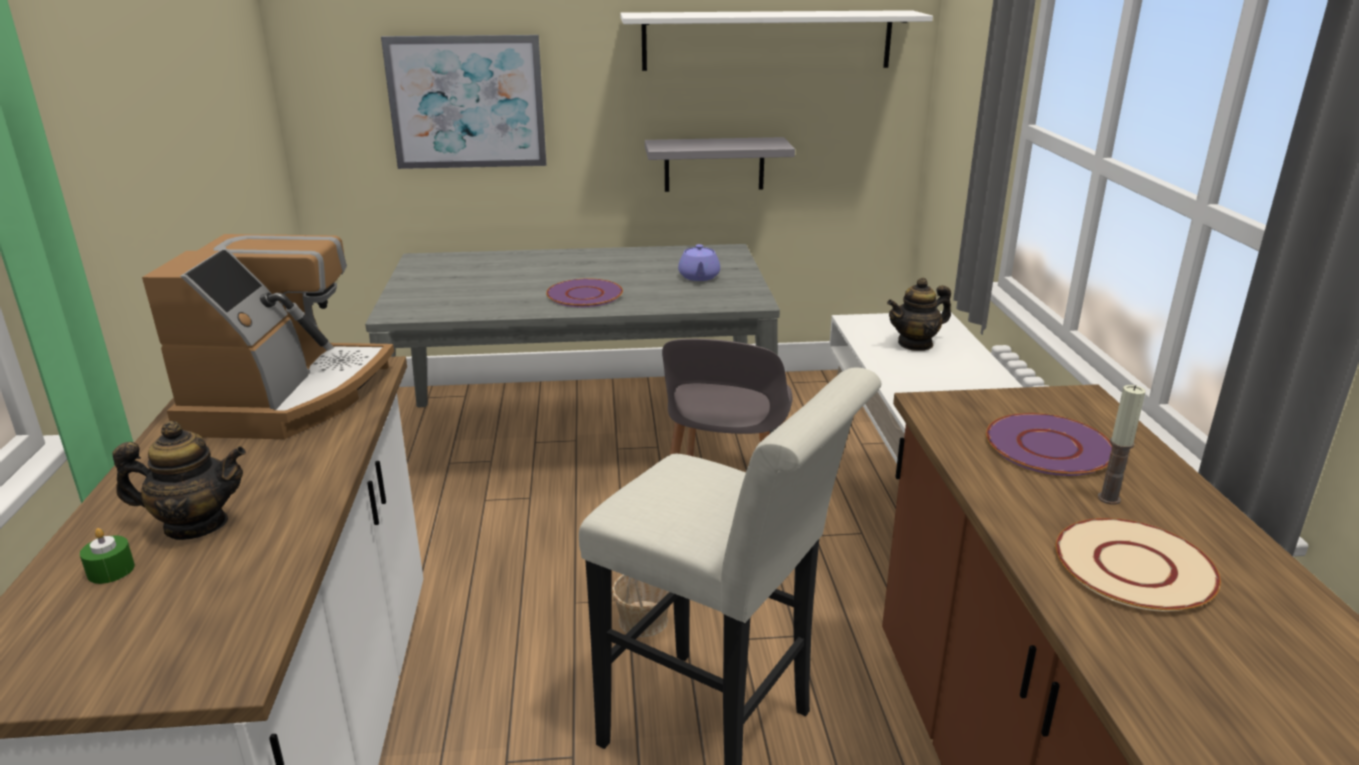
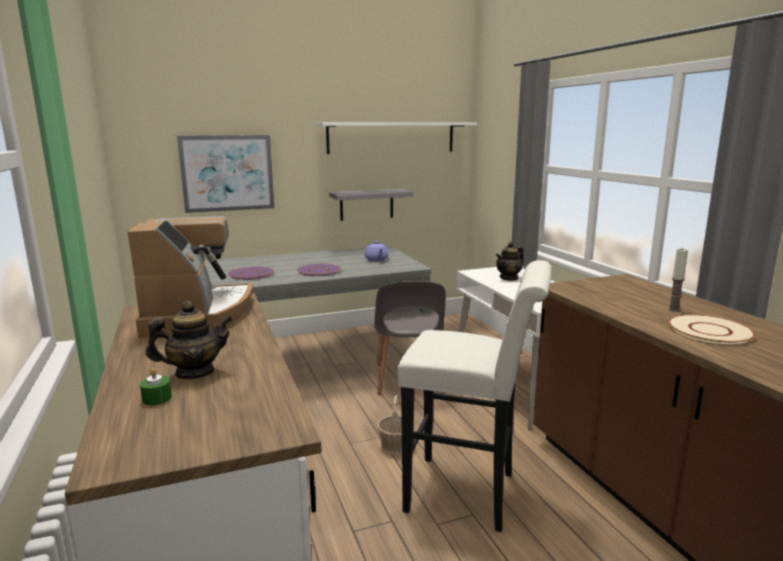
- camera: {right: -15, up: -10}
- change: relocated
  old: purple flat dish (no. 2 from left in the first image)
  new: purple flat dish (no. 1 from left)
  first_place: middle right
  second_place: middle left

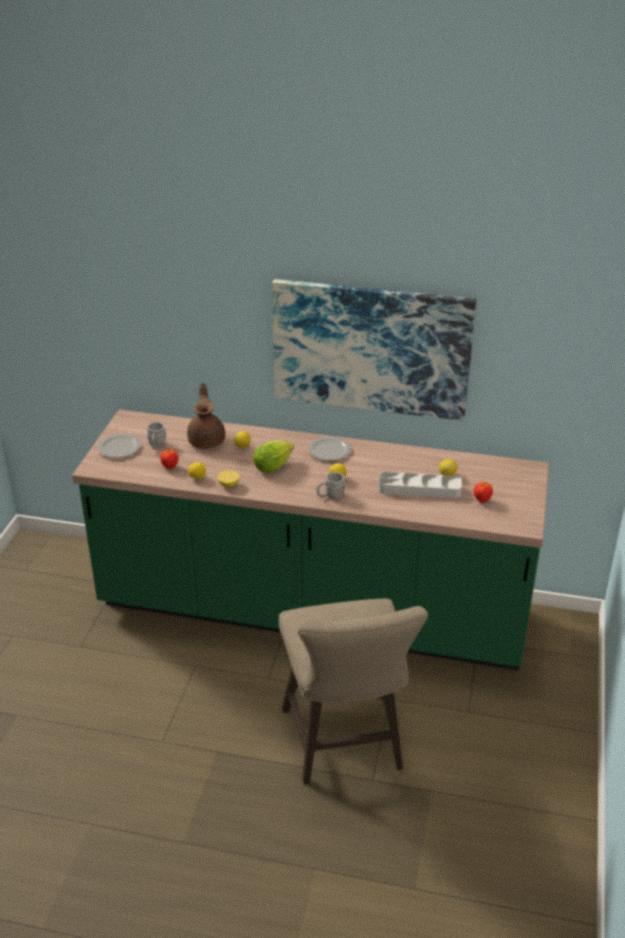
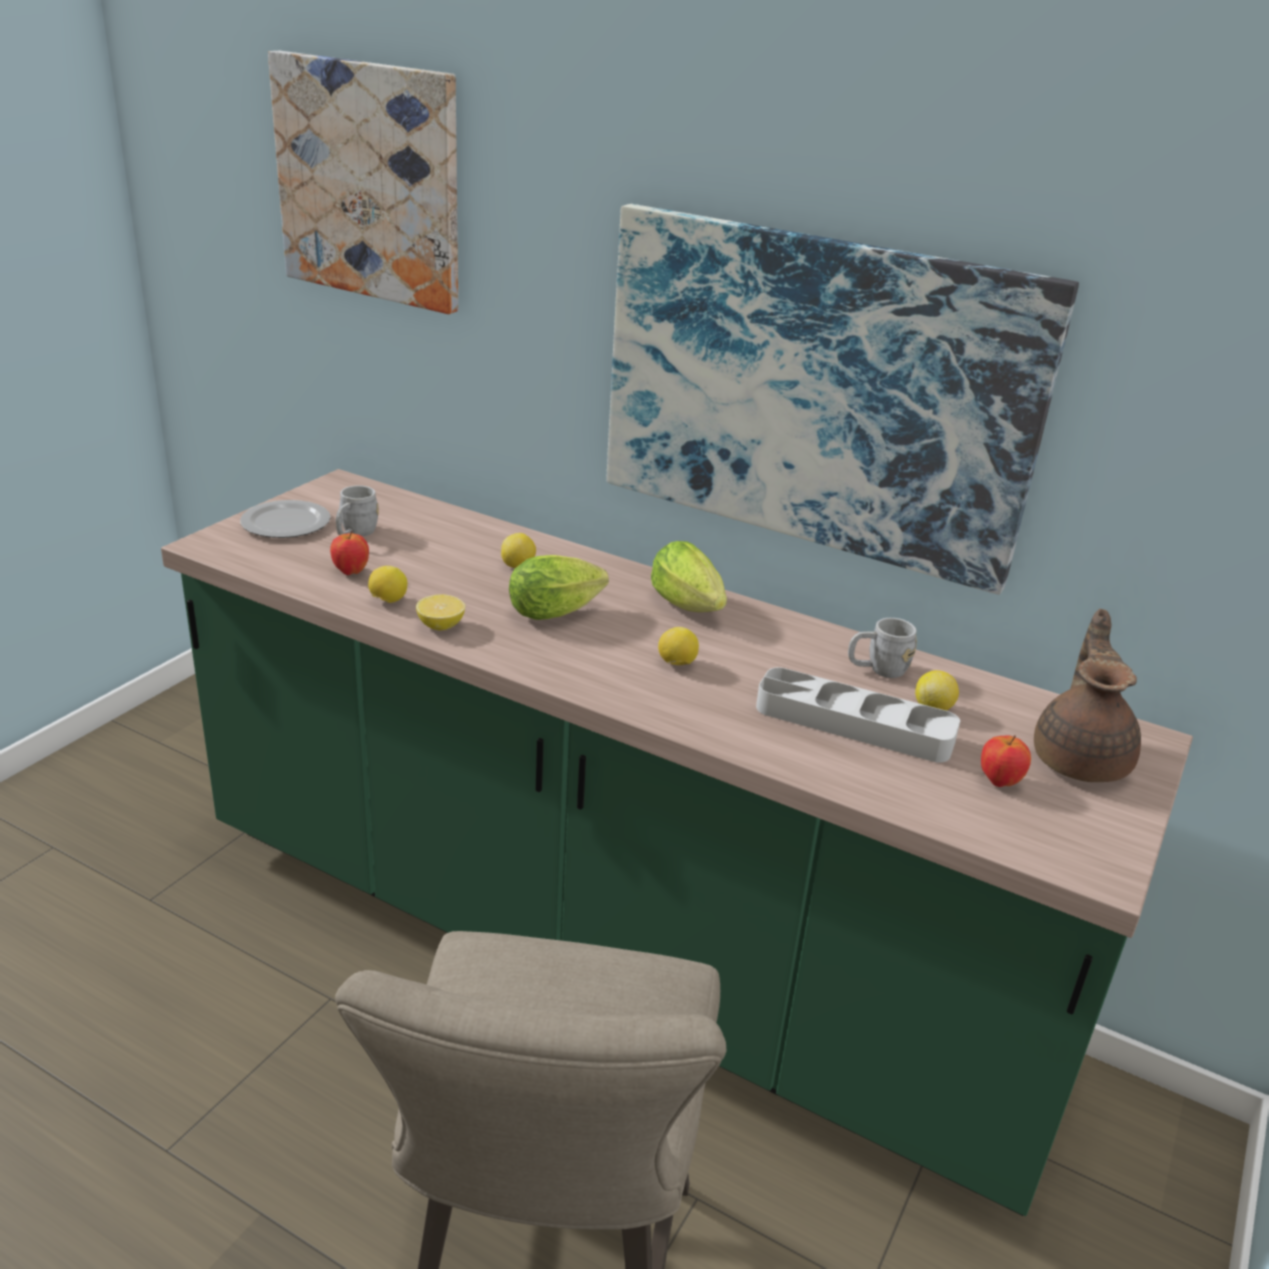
- camera: {right: 15, up: -5}
- change: relocated
  old: brown-coloured tea pot
  first_place: middle left
  second_place: middle right
- change: exchanged
  old: flat dish (no. 2 from left)
  new: lettuce (no. 2 from left)
  first_place: centre
  second_place: centre
- change: relocated
  old: greyish tea mug (no. 2 from left)
  first_place: centre
  second_place: middle right
- change: appeared
  new: wall art (no. 1 from left)
  second_place: top left

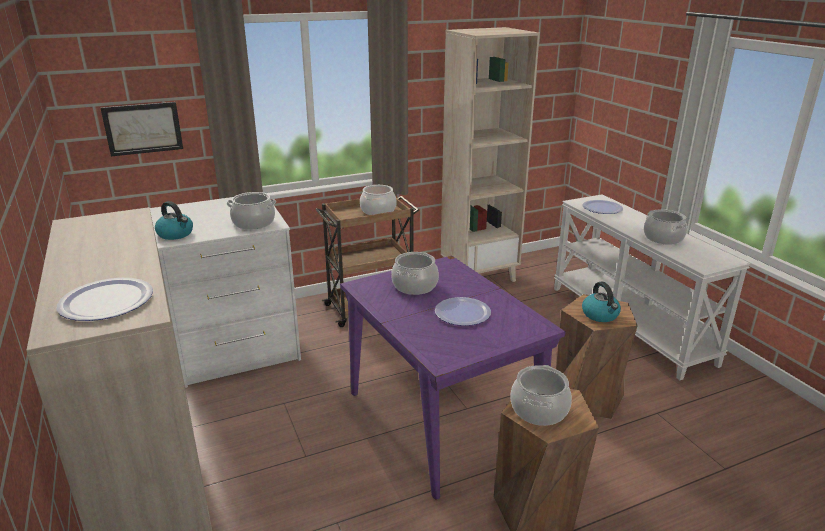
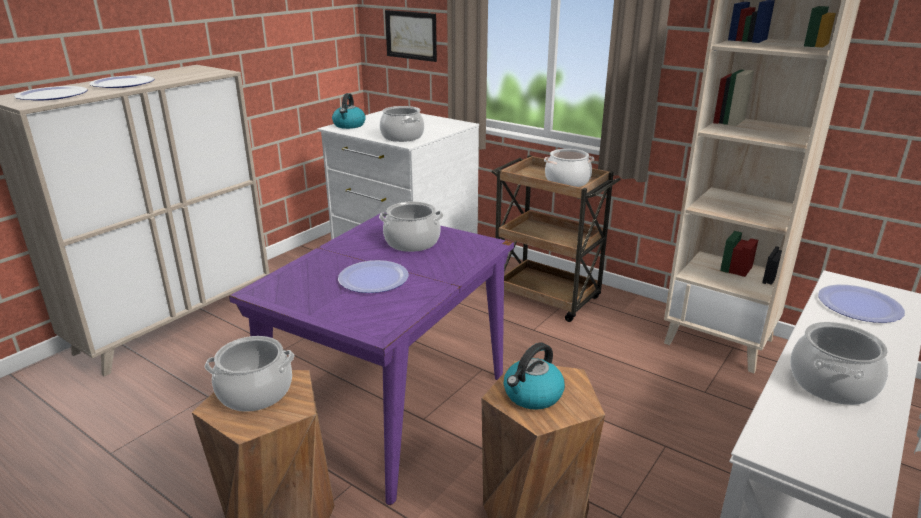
- camera: {right: 60, up: 0}
- change: appeared
  new: flat dish (no. 2 from left)
  second_place: top left

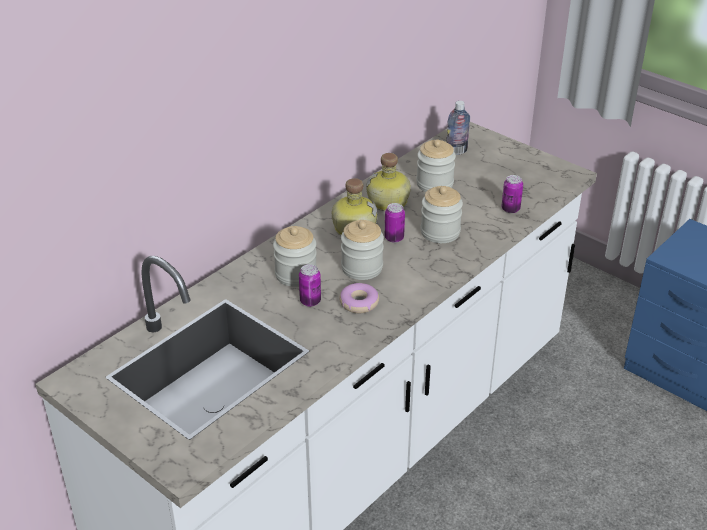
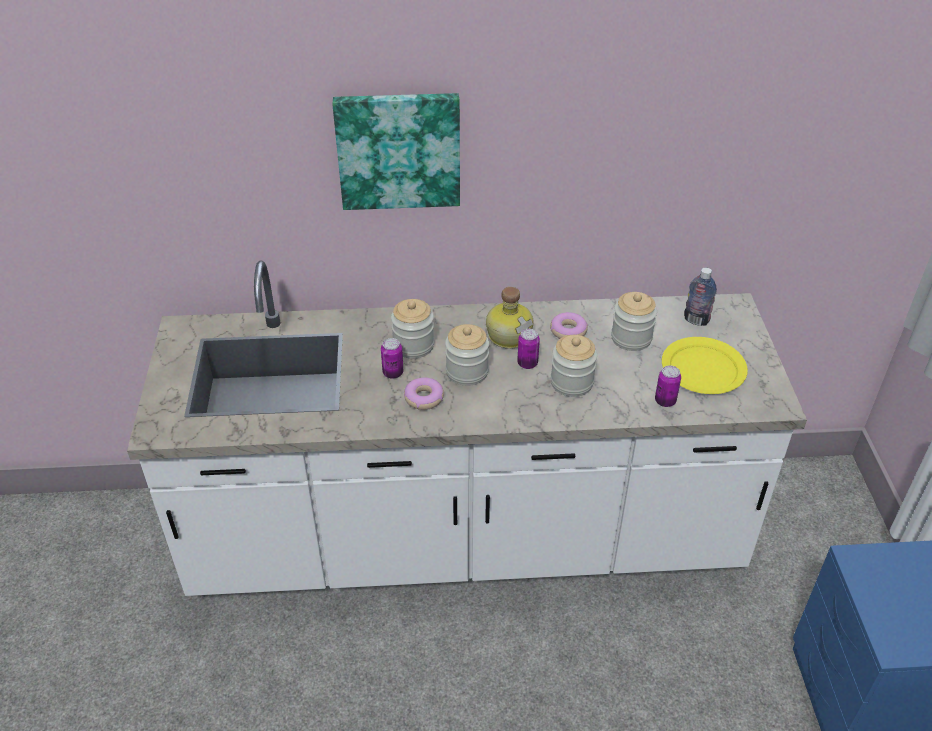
- camera: {right: 45, up: 5}
- change: exchanged
  old: drink bottle (no. 2 from left)
  new: donut (no. 2 from left)
  first_place: centre
  second_place: centre
- change: appeared
  new: wall art
  second_place: top centre
- change: appeared
  new: yellow flat dish
  second_place: middle right

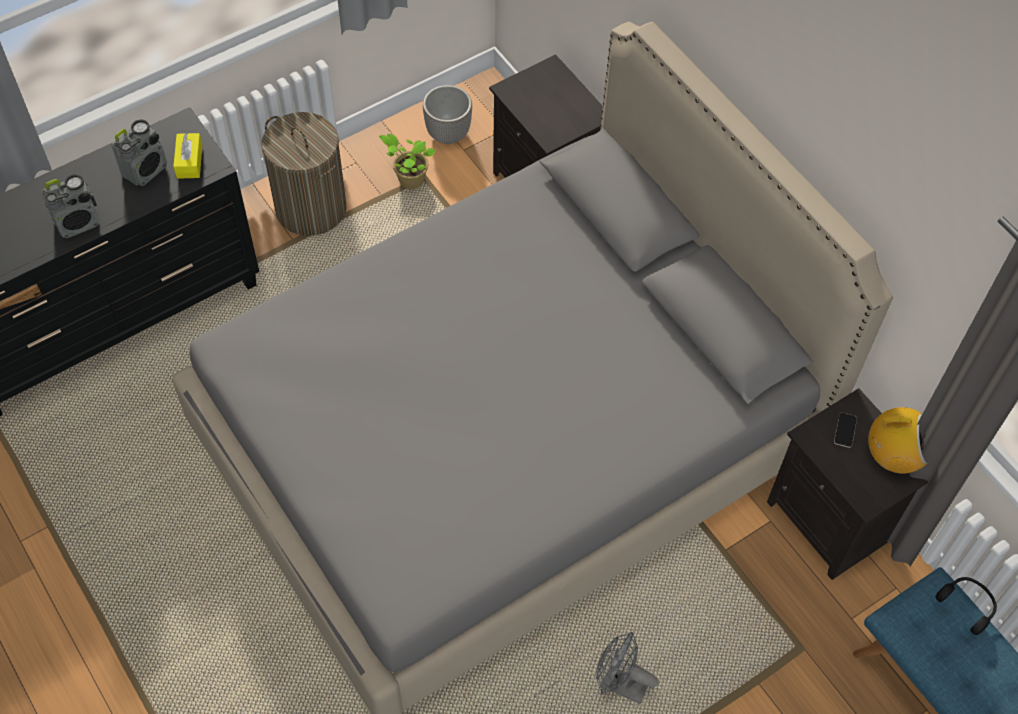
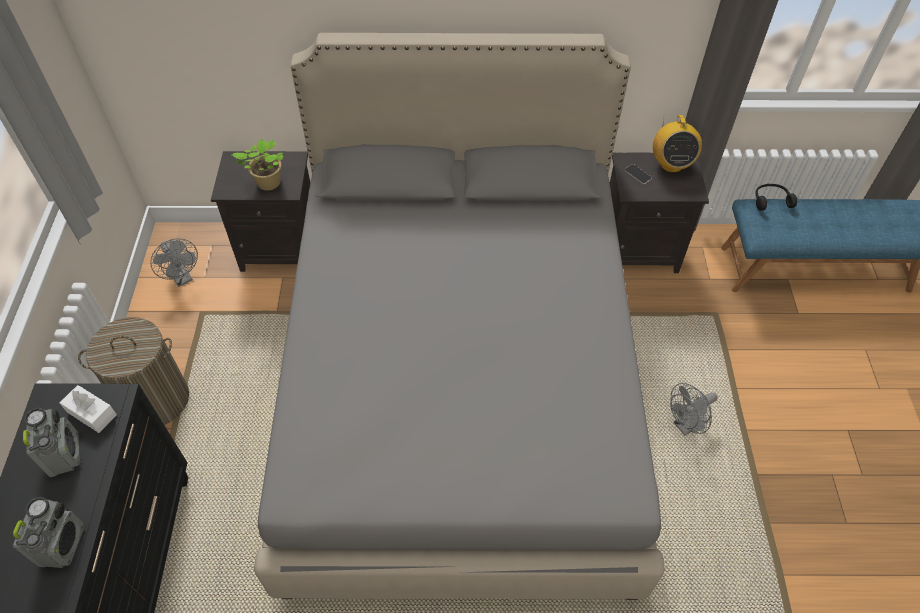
- camera: {right: -55, up: -5}
- change: colour
  old: yellow box of tissues
  new: white box of tissues
  first_place: top left
  second_place: bottom left
- change: relocated
  old: potted plant
  first_place: top centre
  second_place: top left
- change: exchanged
  old: plant pot
  new: greyish cooling fan (no. 1 from left)
  first_place: top centre
  second_place: middle left
- change: spun
  old: radio set (no. 3 from left)
  first_place: middle right
  second_place: top right
  degrees: 135

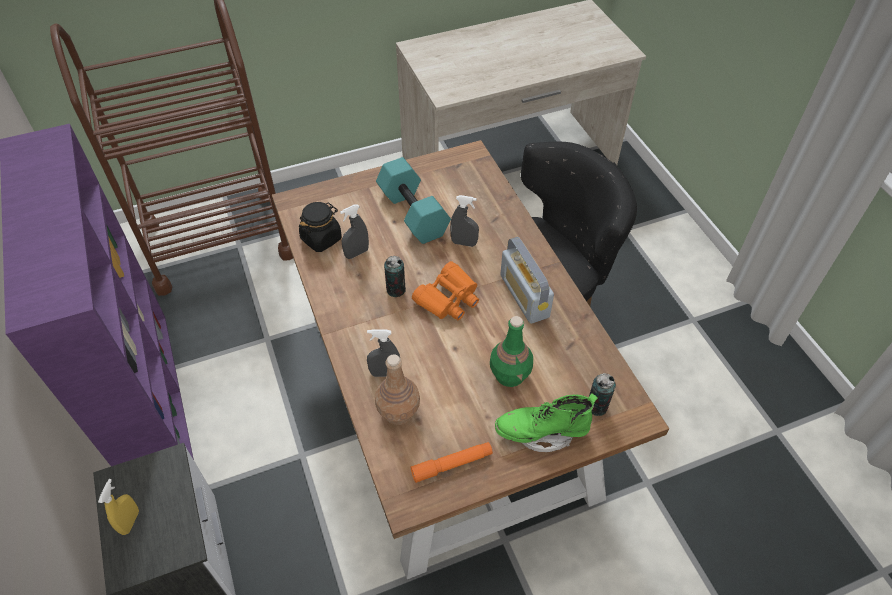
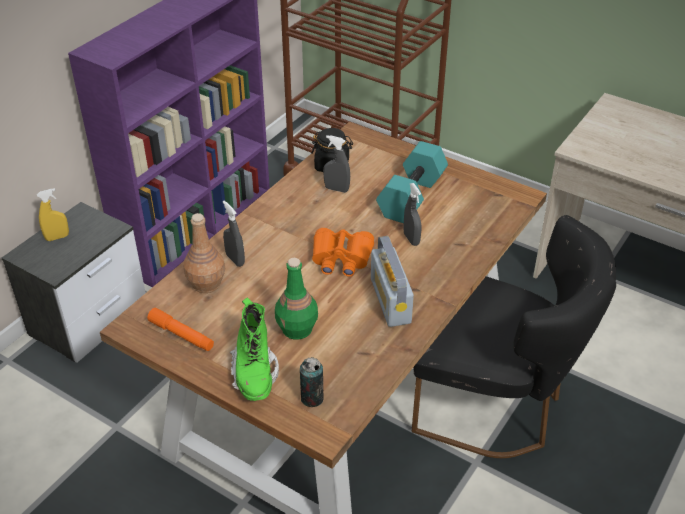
- camera: {right: 55, up: -10}
- change: missing
  old: metal can (no. 1 from left)
  first_place: centre
- change: spun
  old: green-coloured tall boot
  first_place: bottom centre
  second_place: bottom centre
  degrees: -150
- change: spun
  old: radio set
  first_place: centre
  second_place: centre
  degrees: -45

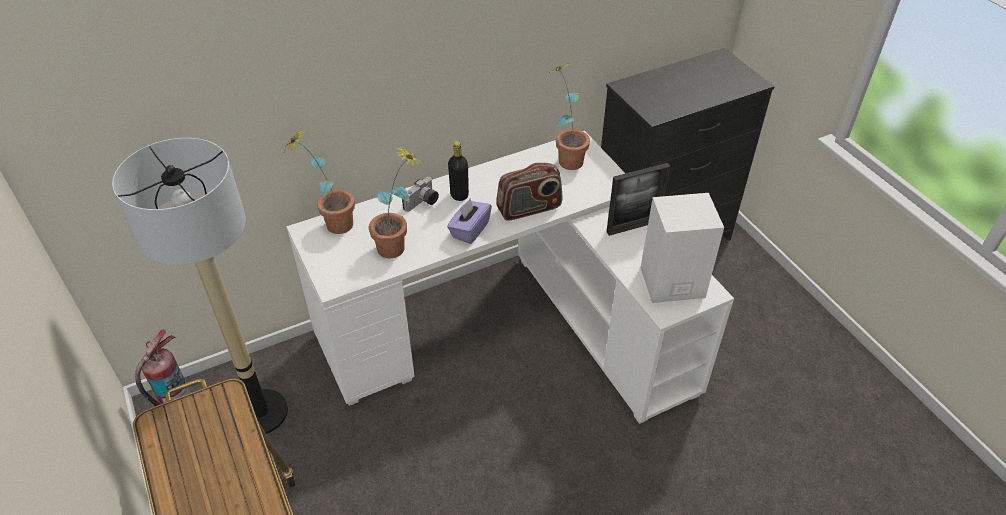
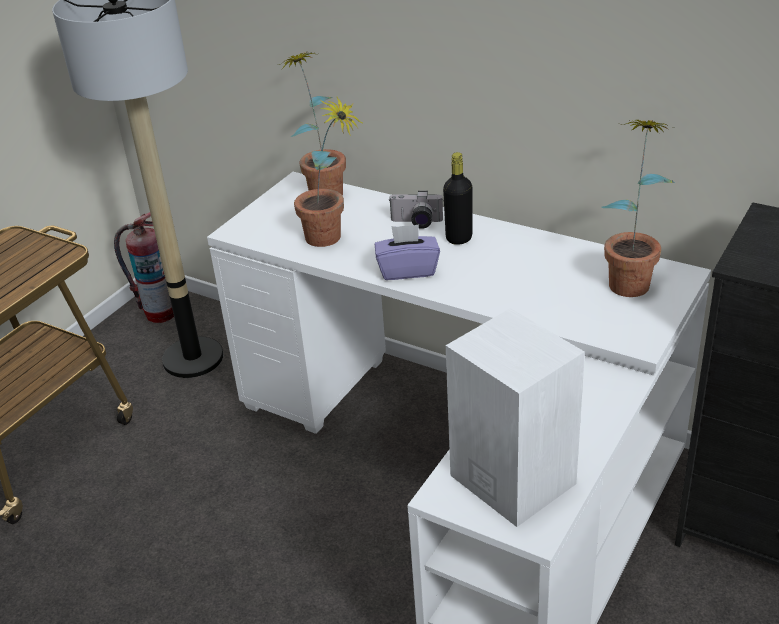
- camera: {right: 60, up: -10}
- change: missing
  old: radio set
  first_place: centre
- change: missing
  old: standing frame
  first_place: centre

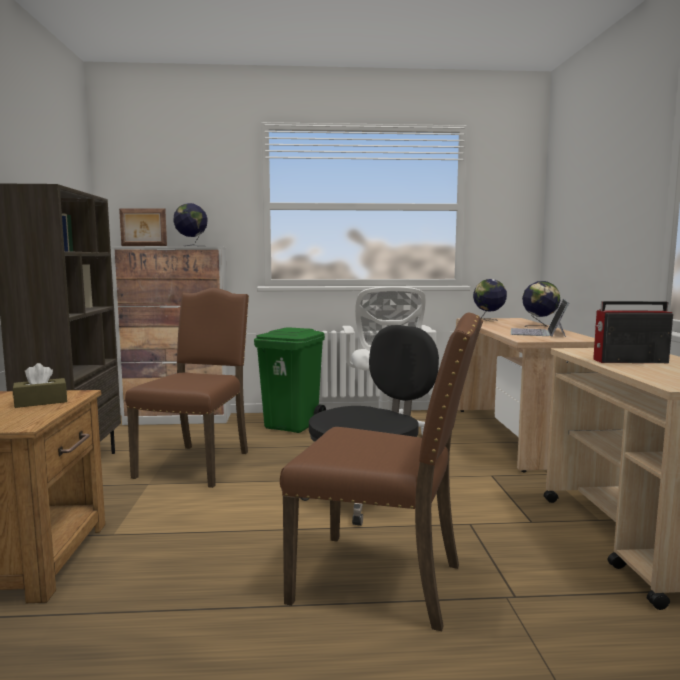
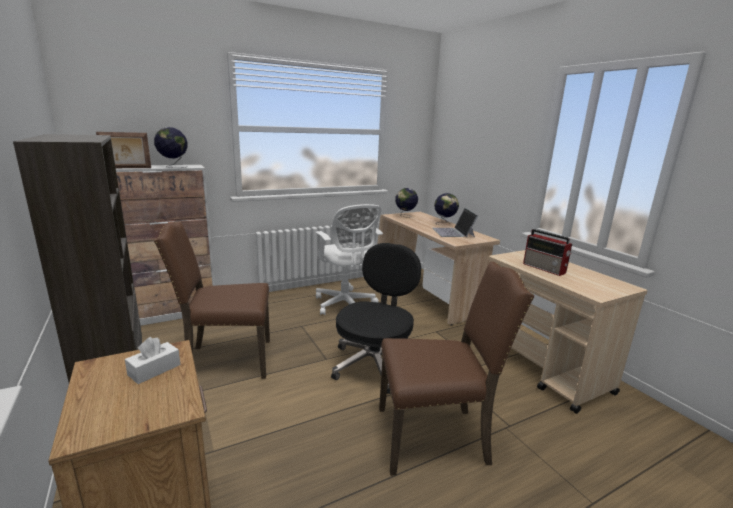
- camera: {right: -25, up: 10}
- change: colour
  old: brown-coloured box of tissues
  new: white box of tissues
  first_place: middle left
  second_place: bottom left
- change: spun
  old: brown-coloured plain chair (no. 1 from left)
  first_place: middle left
  second_place: middle left
  degrees: -90
- change: missing
  old: green-coloured trash can
  first_place: centre
- change: spun
  old: radio set
  first_place: middle right
  second_place: middle right
  degrees: -105

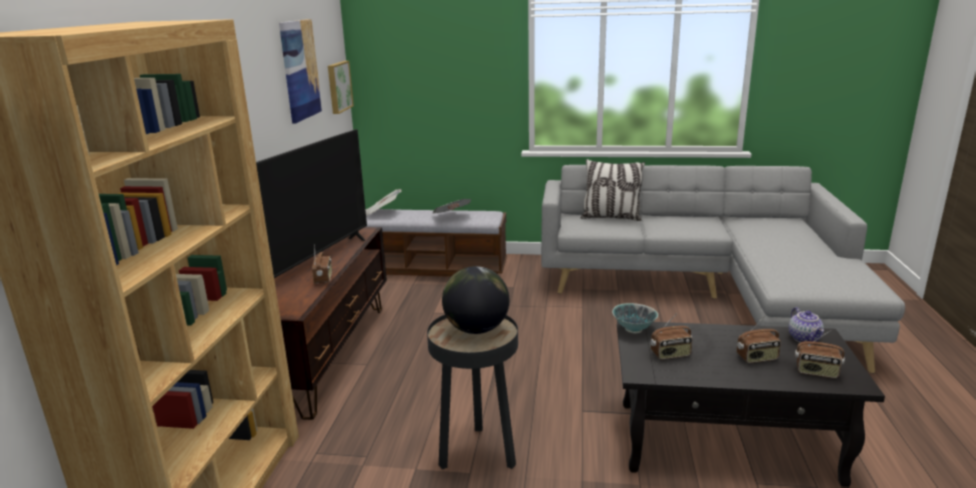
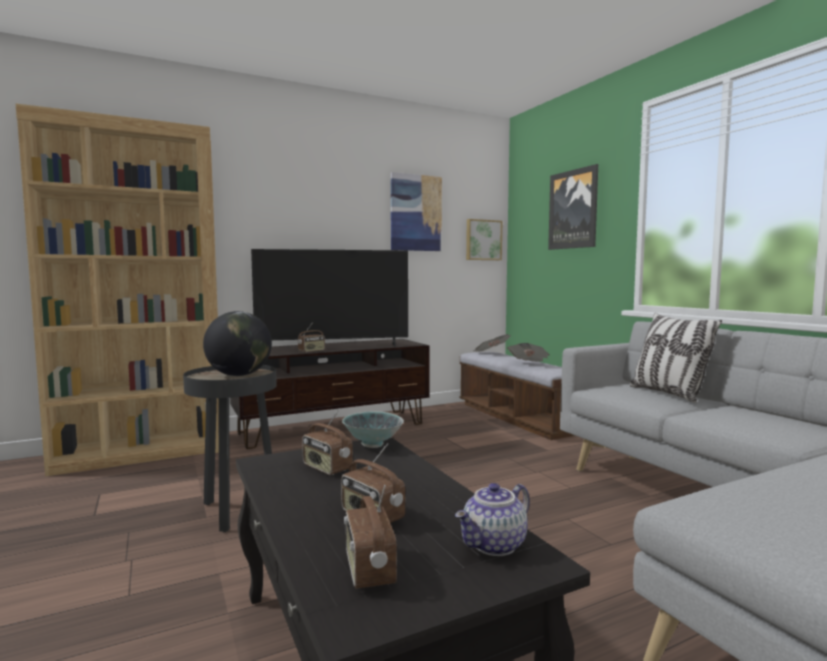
- camera: {right: 55, up: -15}
- change: appeared
  new: wall art (no. 3 from left)
  second_place: top right

